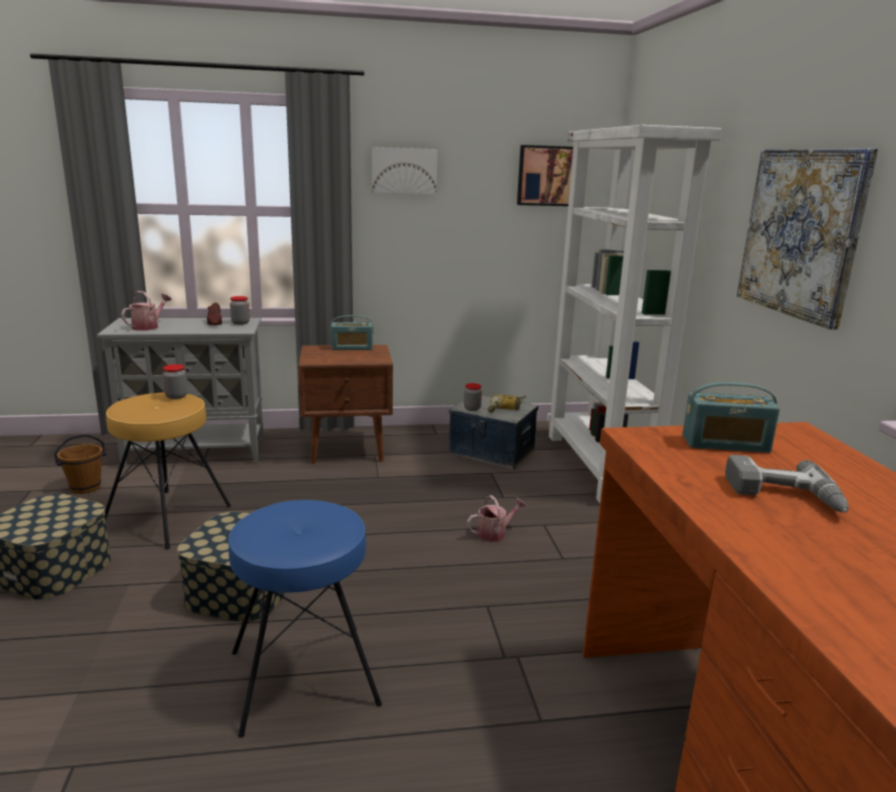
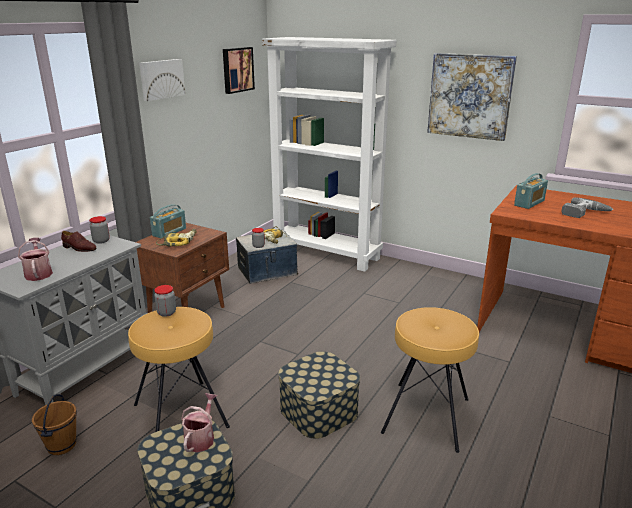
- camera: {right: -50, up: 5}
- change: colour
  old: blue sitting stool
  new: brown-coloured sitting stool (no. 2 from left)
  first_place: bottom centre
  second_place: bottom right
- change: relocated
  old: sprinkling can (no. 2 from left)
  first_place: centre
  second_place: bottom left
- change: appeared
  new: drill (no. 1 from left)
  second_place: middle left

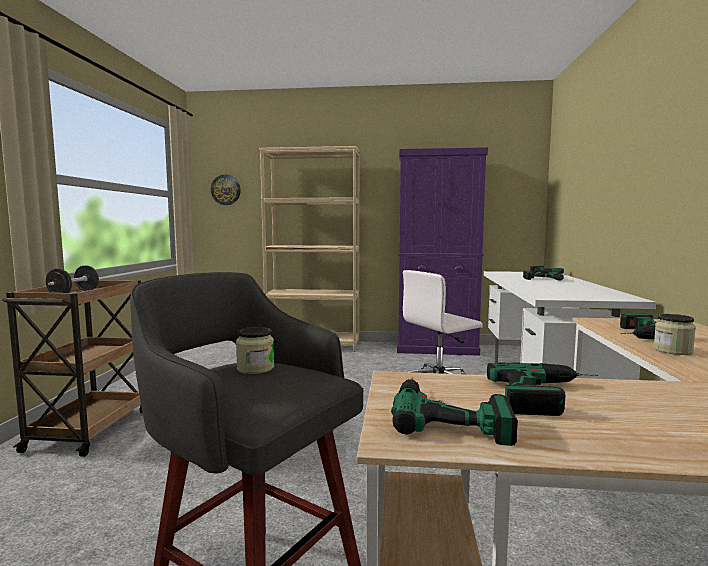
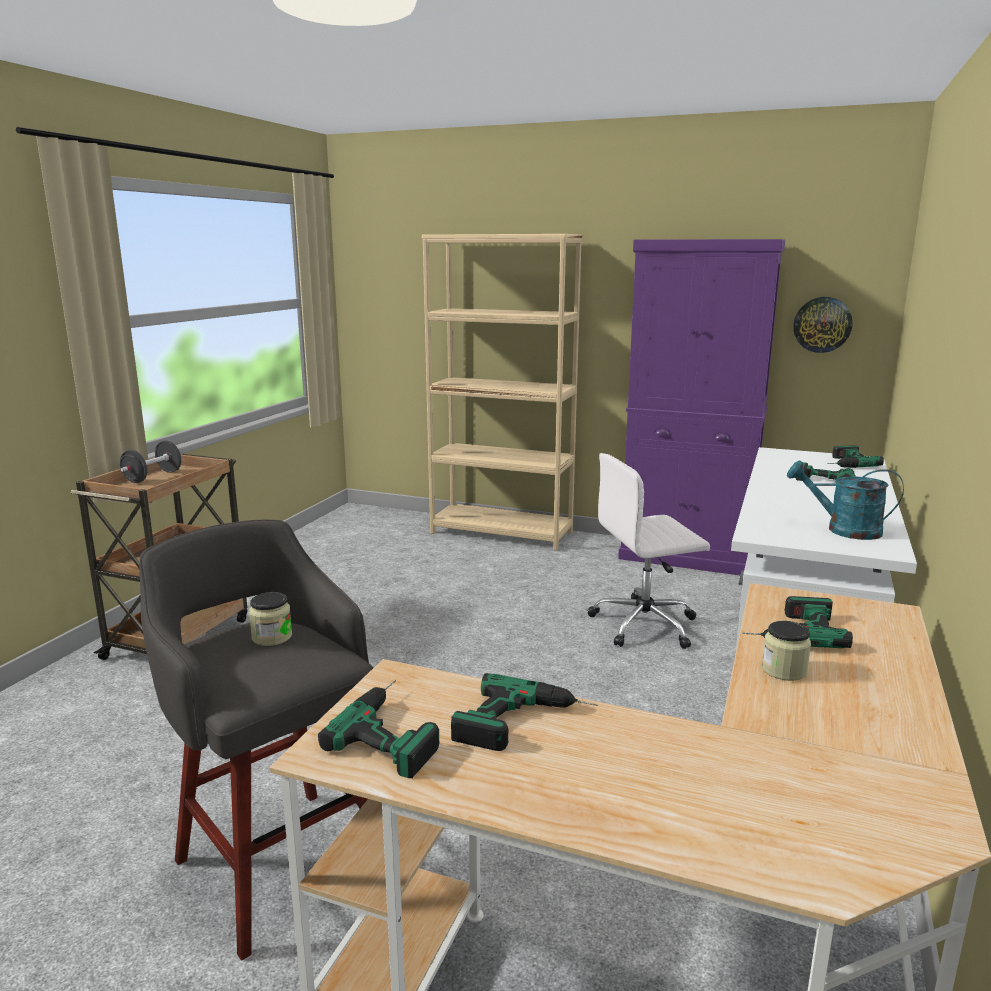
- camera: {right: 15, up: 10}
- change: relocated
  old: hanging clock
  first_place: middle left
  second_place: top right
- change: appeared
  new: turquoise-coloured sprinkling can
  second_place: middle right

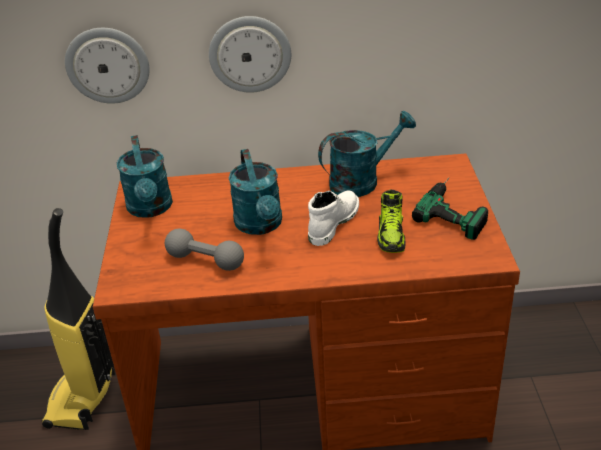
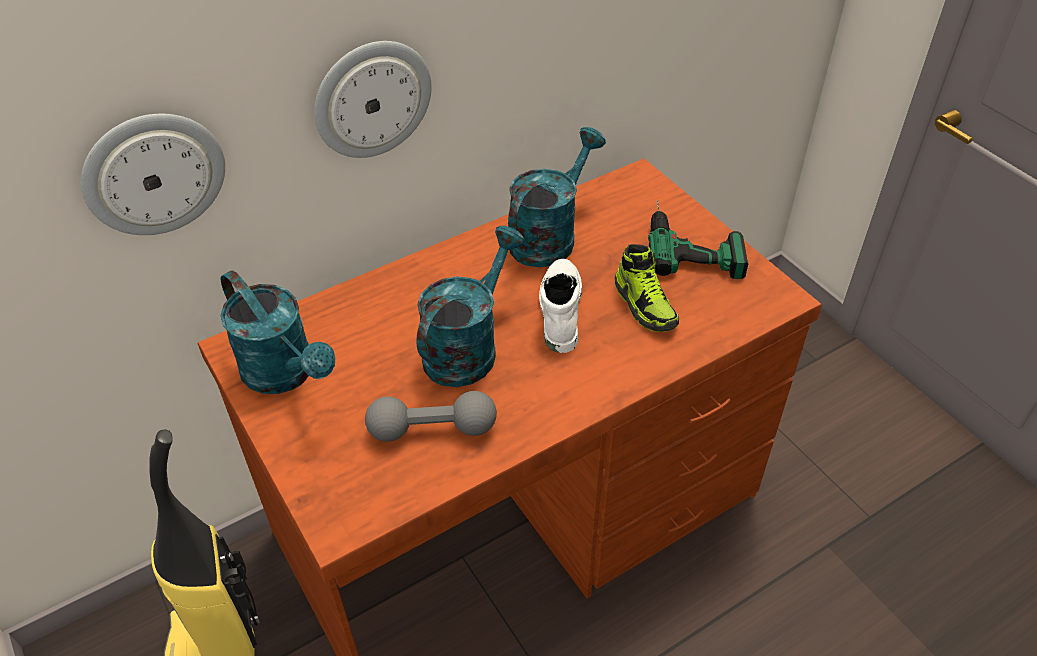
- camera: {right: -30, up: 10}
- change: spun
  old: turquoise-coloured sprinkling can (no. 2 from left)
  first_place: centre
  second_place: centre
  degrees: -105

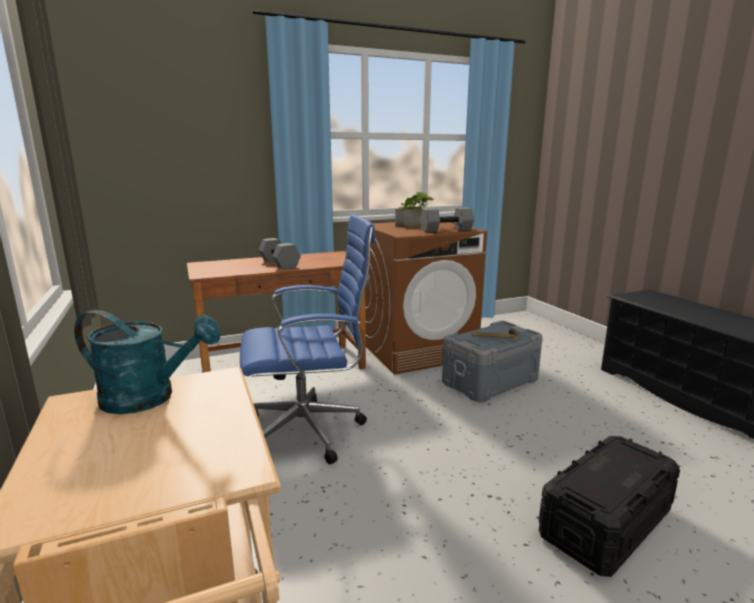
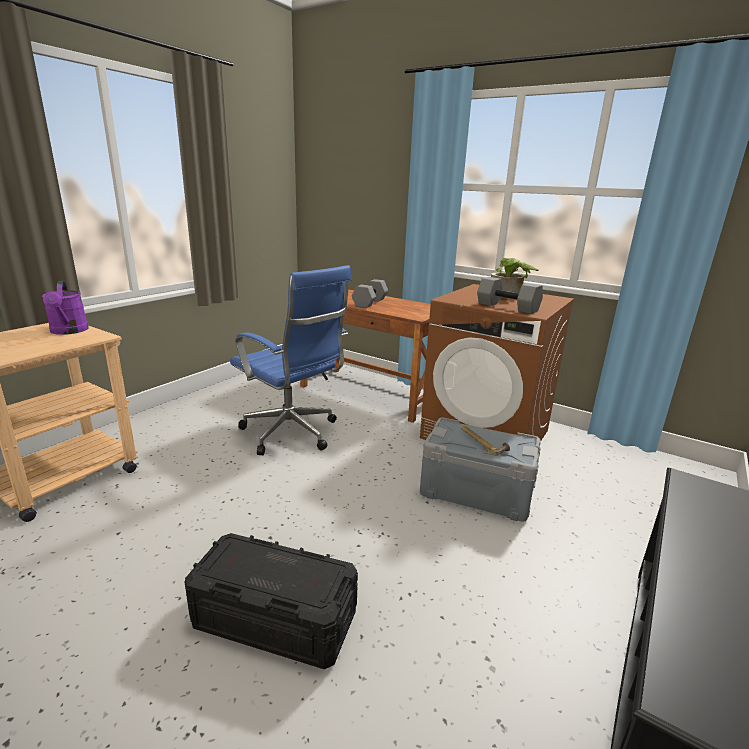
- camera: {right: 55, up: 5}
- change: colour
  old: turquoise-coloured sprinkling can
  new: purple sprinkling can
  first_place: middle left
  second_place: middle left

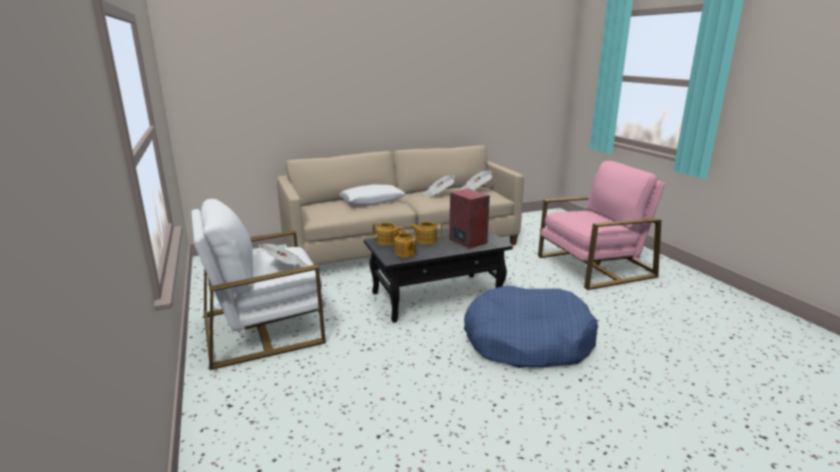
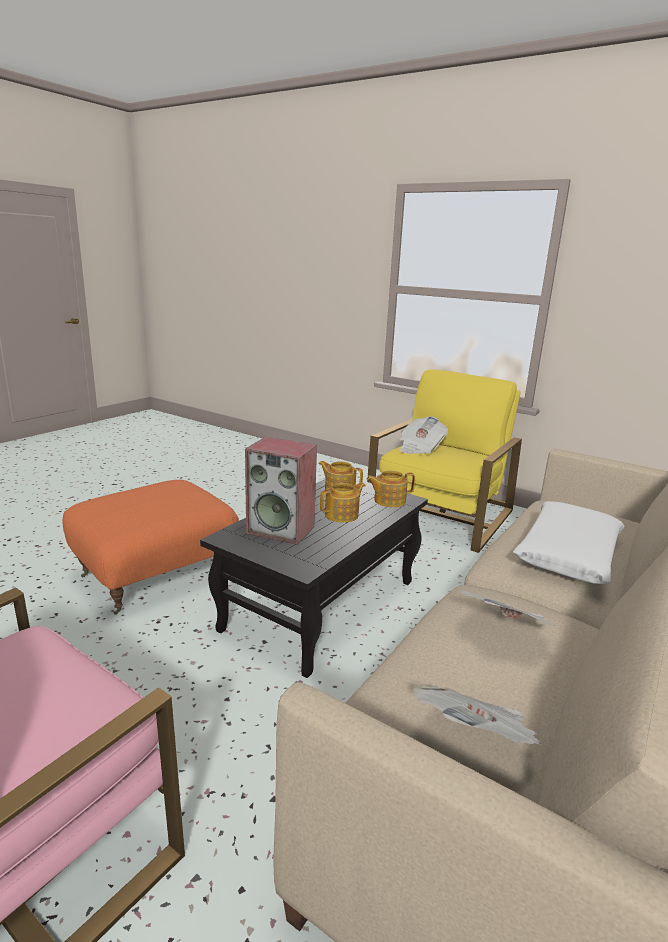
- camera: {right: 145, up: 0}
- change: colour
  old: white armchair
  new: yellow armchair
  first_place: middle left
  second_place: centre
- change: exchanged
  old: blue dog cushion
  new: orangey ottoman
  first_place: bottom centre
  second_place: middle left

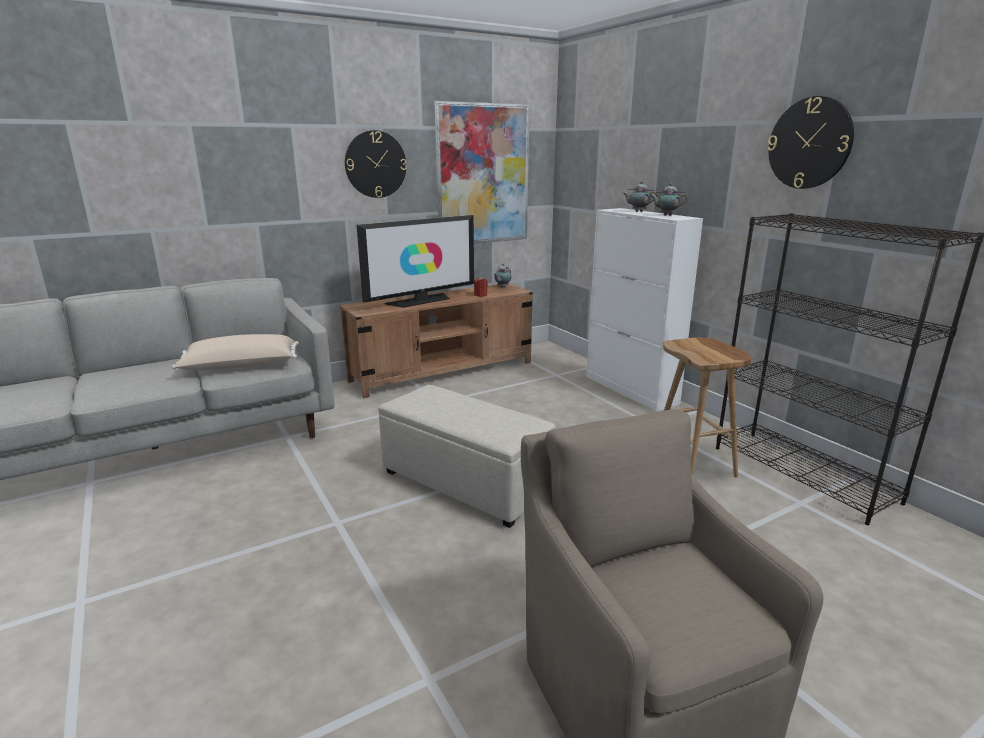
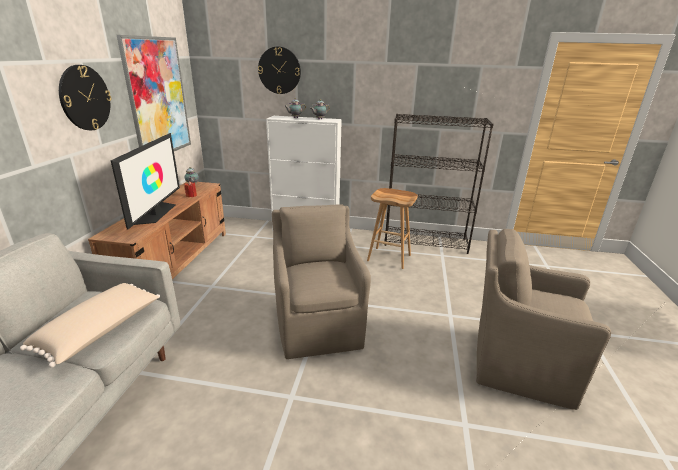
- camera: {right: -50, up: 5}
- change: exchanged
  old: sand-coloured ottoman
  new: brown-coloured armchair (no. 1 from left)
  first_place: centre
  second_place: centre
- change: relocated
  old: hanging clock (no. 2 from left)
  first_place: top right
  second_place: top centre

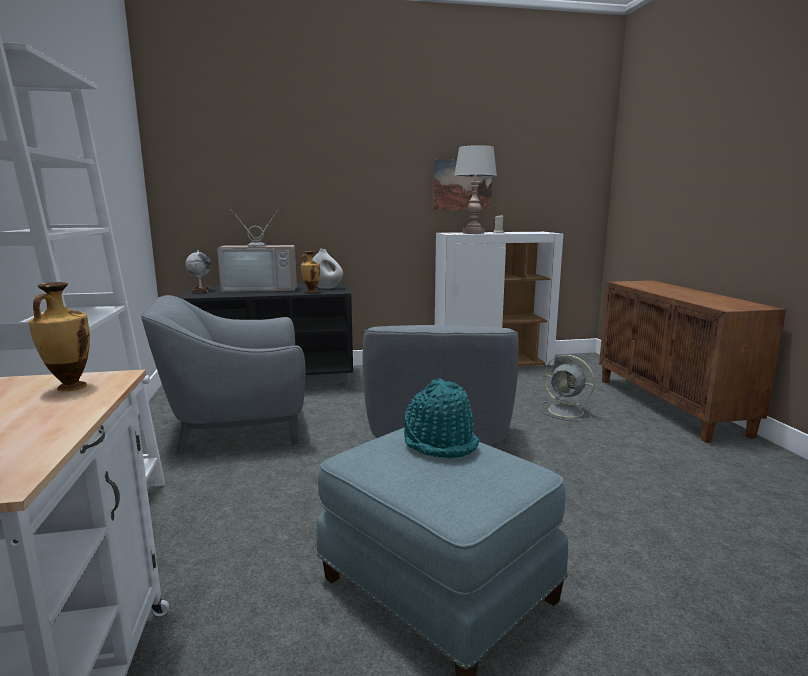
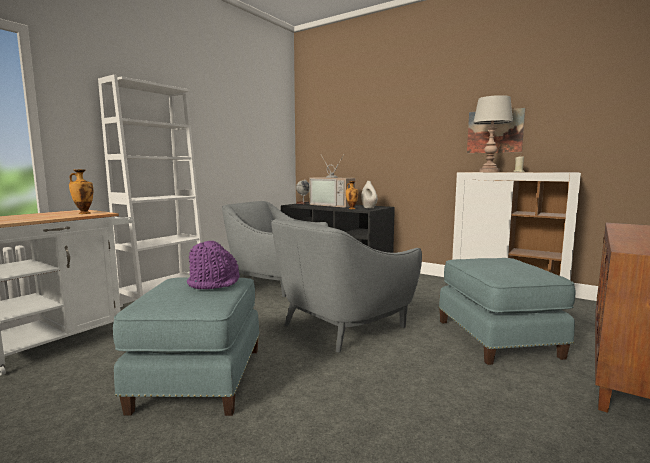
- camera: {right: 45, up: -5}
- change: colour
  old: turquoise-coloured clothing hat
  new: purple clothing hat
  first_place: centre
  second_place: middle left
- change: exchanged
  old: greyish cooling fan
  new: blue ottoman (no. 2 from left)
  first_place: middle right
  second_place: bottom right

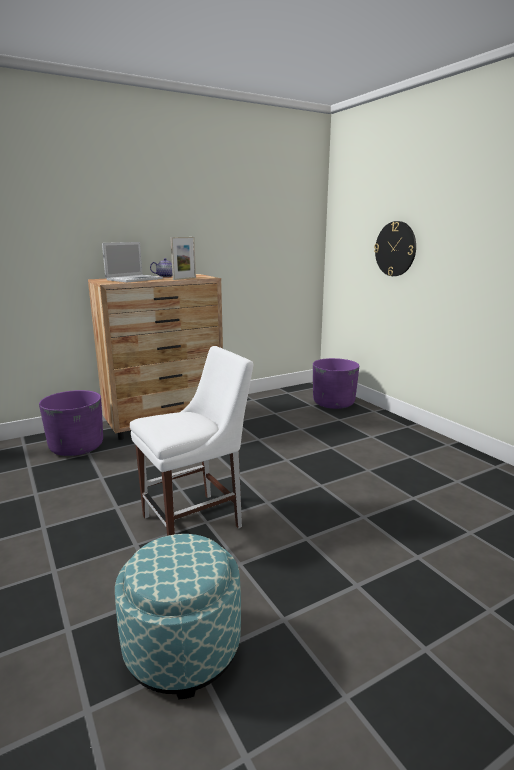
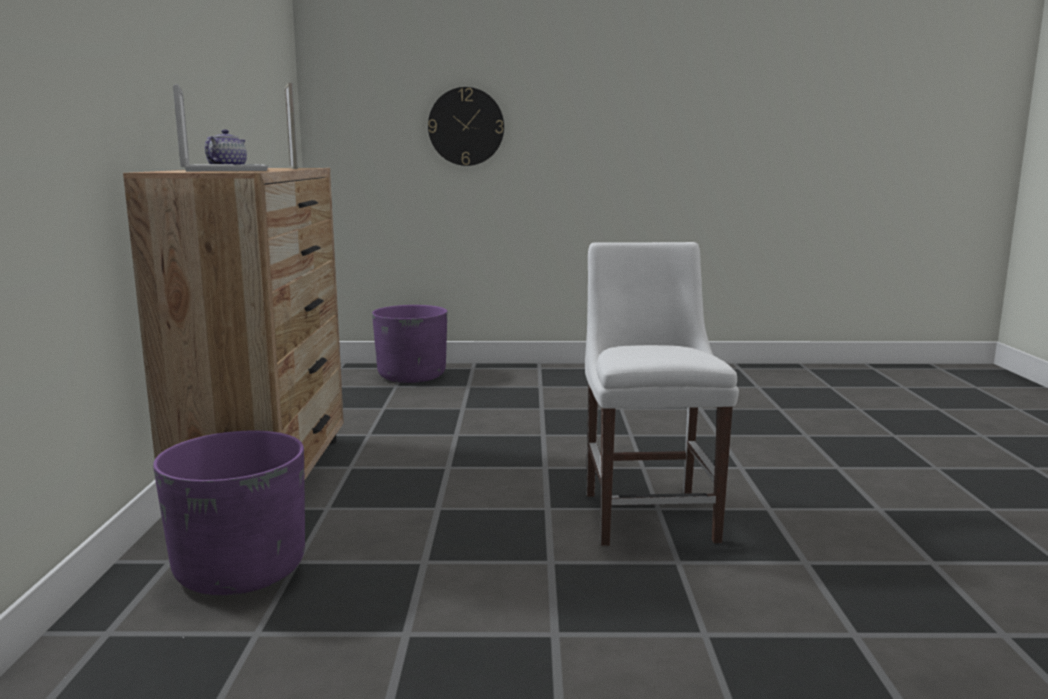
- camera: {right: -60, up: -5}
- change: missing
  old: ottoman
  first_place: bottom centre

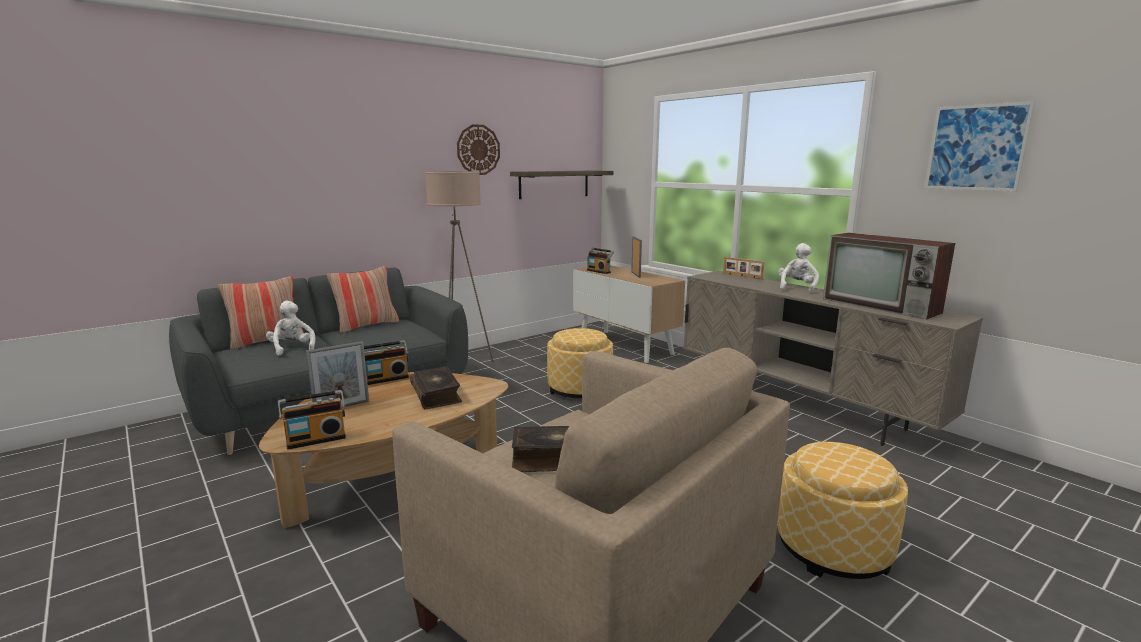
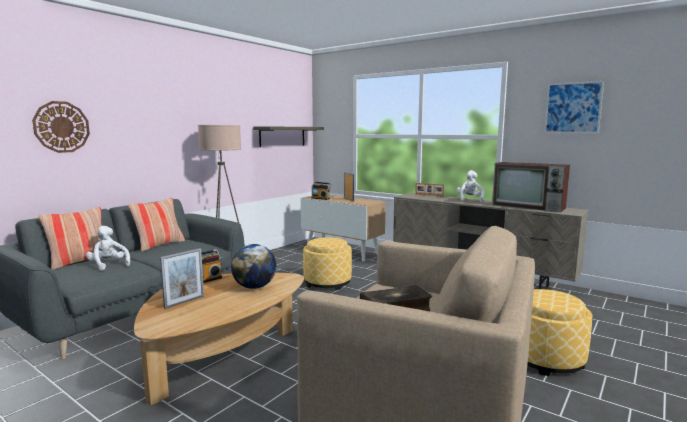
- camera: {right: -15, up: -5}
- change: missing
  old: radio set (no. 1 from left)
  first_place: middle left
- change: exchanged
  old: book (no. 1 from left)
  new: globe
  first_place: centre
  second_place: centre
- change: relocated
  old: hanging clock
  first_place: top centre
  second_place: top left

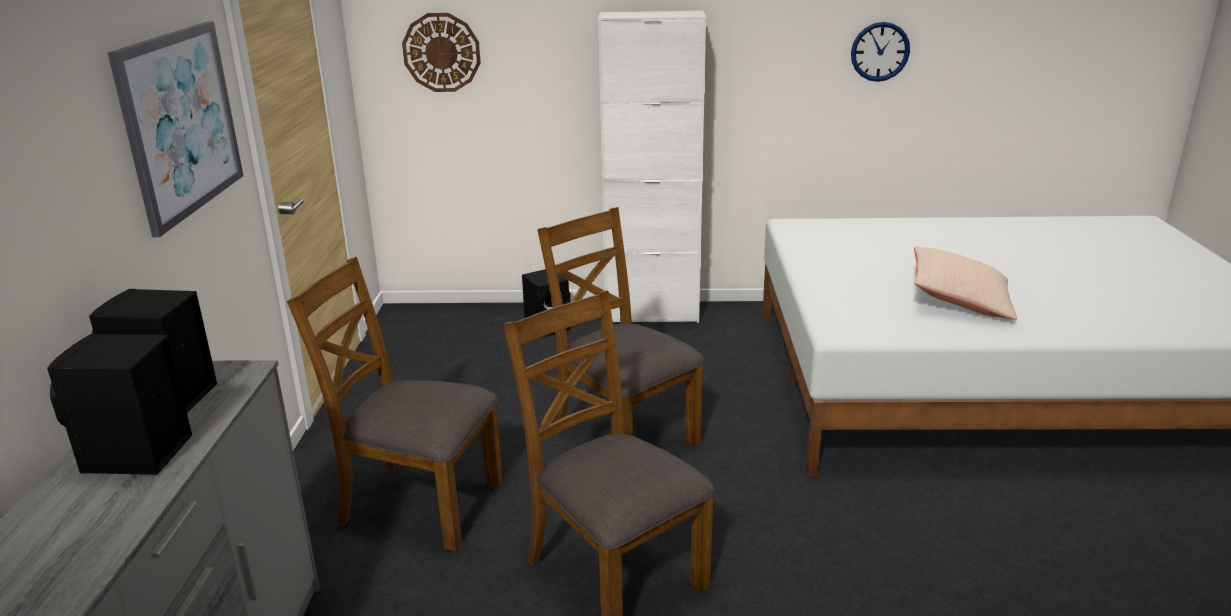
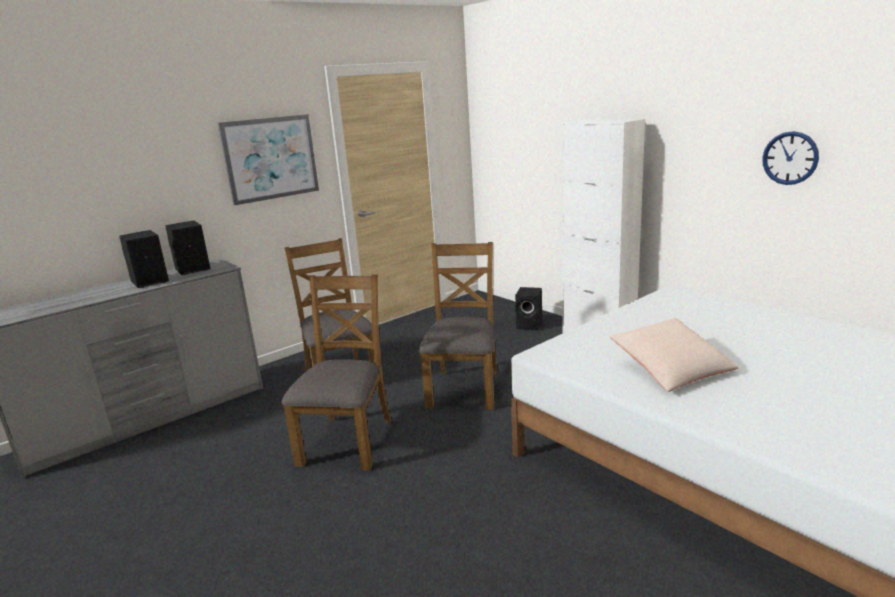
- camera: {right: 50, up: -5}
- change: missing
  old: hanging clock (no. 1 from left)
  first_place: top centre

